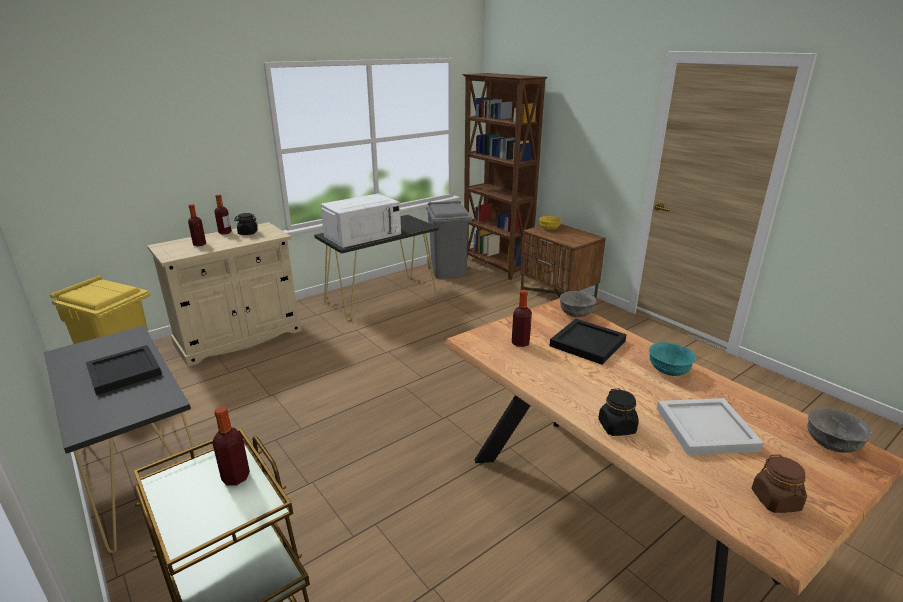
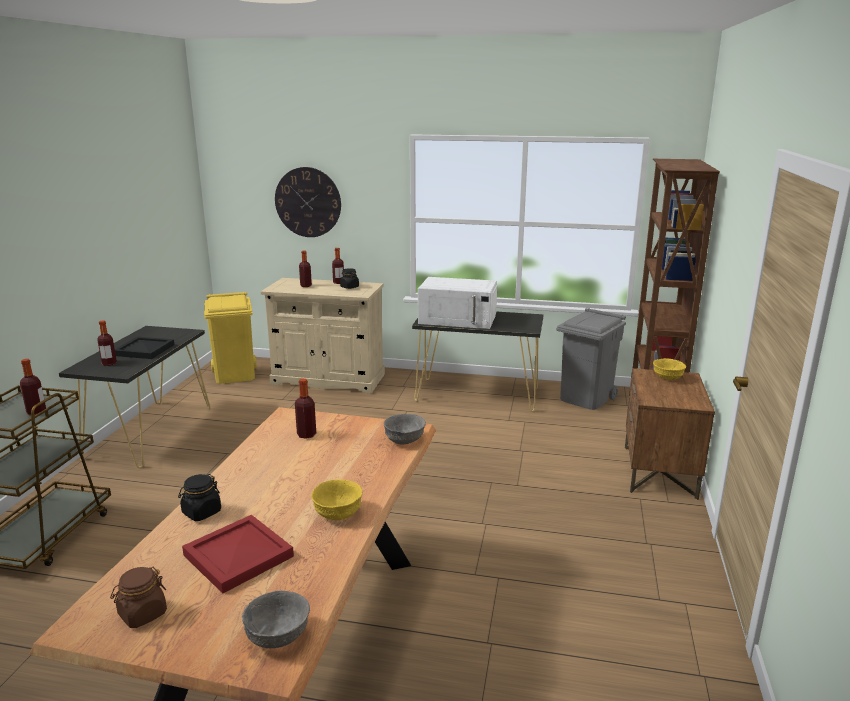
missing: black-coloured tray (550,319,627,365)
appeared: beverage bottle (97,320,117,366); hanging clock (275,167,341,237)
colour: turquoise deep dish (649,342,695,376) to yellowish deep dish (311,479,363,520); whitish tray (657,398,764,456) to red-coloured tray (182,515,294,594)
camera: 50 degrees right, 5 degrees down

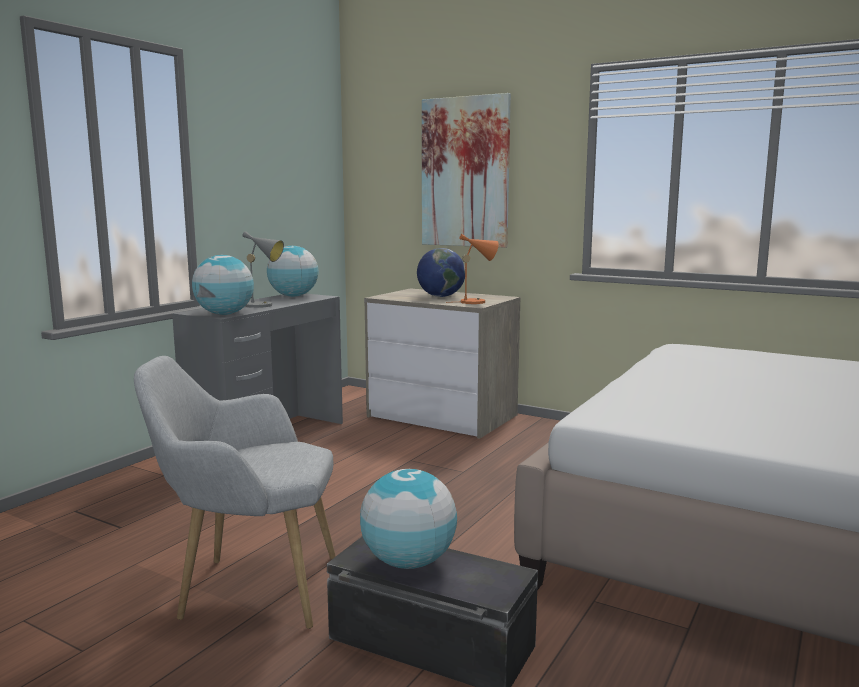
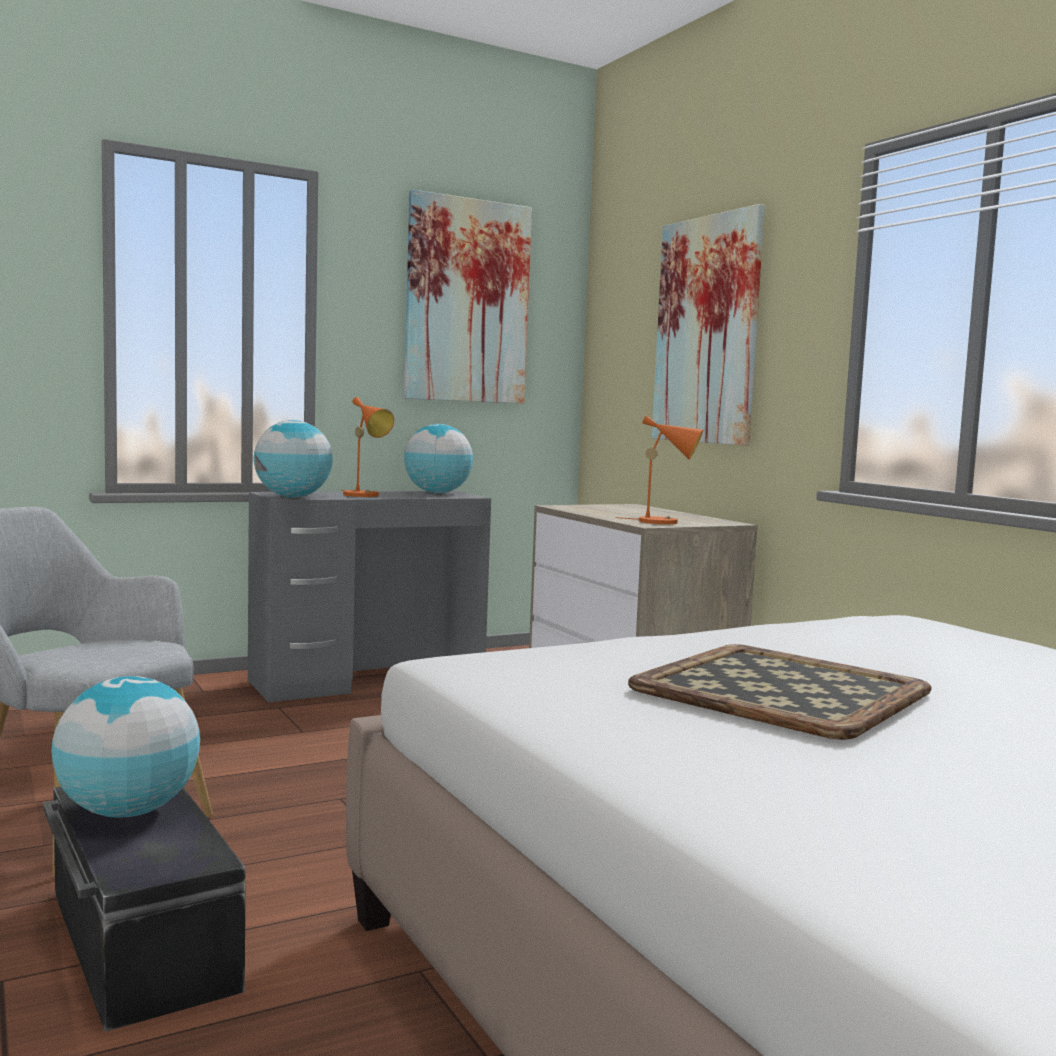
missing: globe (417,248,465,297)
appeared: wall picture (404,189,532,404); tray (628,644,932,740)
colour: greyish lamp for a table (242,231,284,308) to orange-coloured lamp for a table (341,397,394,497)
camera: 30 degrees right, 5 degrees down

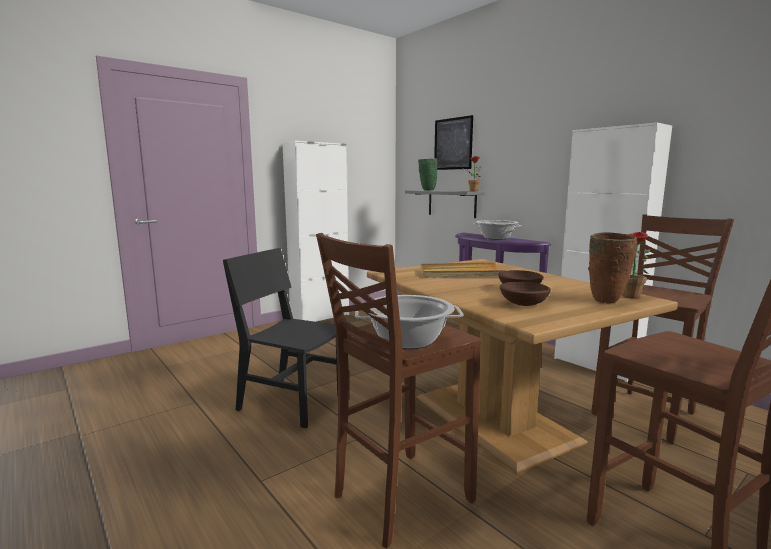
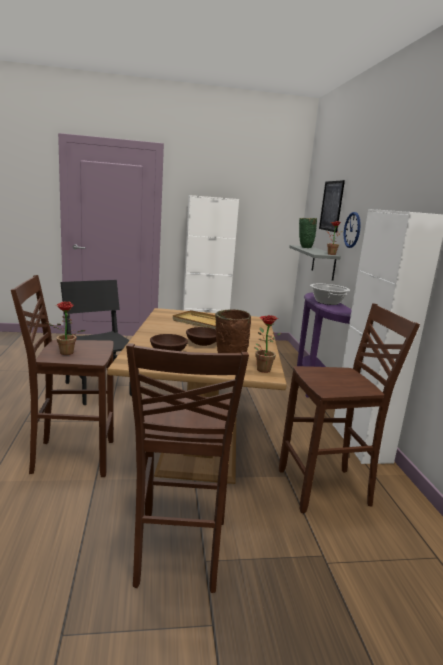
appeared: hanging clock (344,212,361,248)
exchanged: saucepot (355,295,464,349) to plant in a pot (45,301,86,355)
camera: 30 degrees right, 5 degrees up

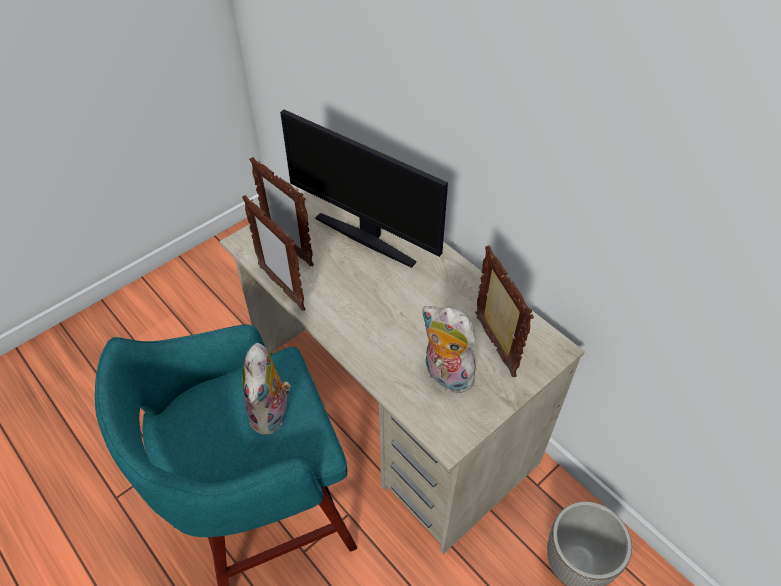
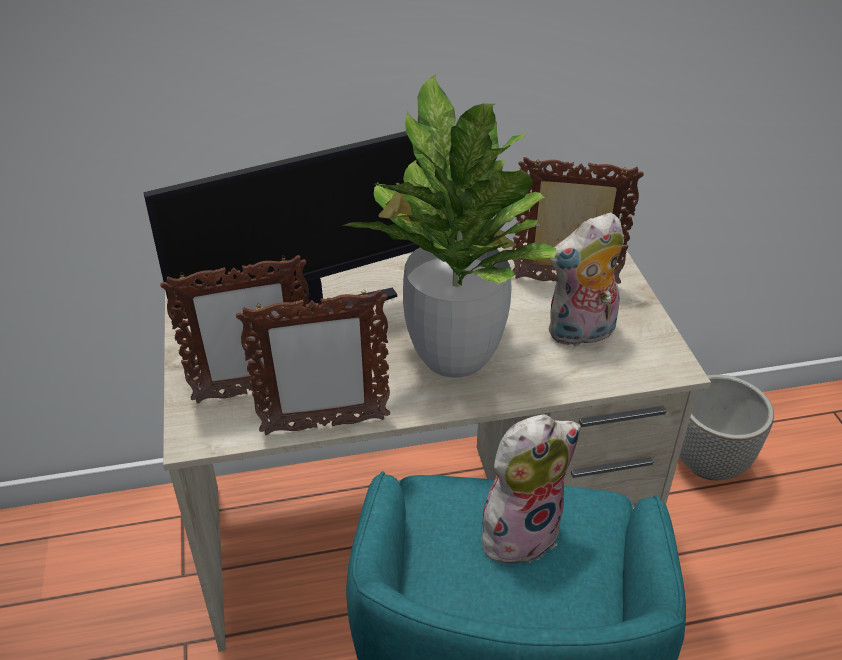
appeared: plant in a pot (342,74,557,377)
spun: soft toy (242,343,291,435) = (481,414,581,567) 60 degrees counterclockwise
camera: 60 degrees left, 10 degrees down

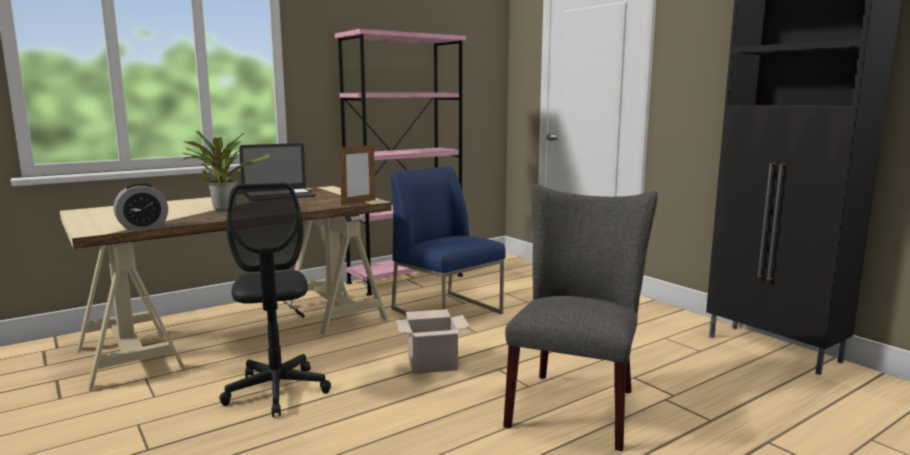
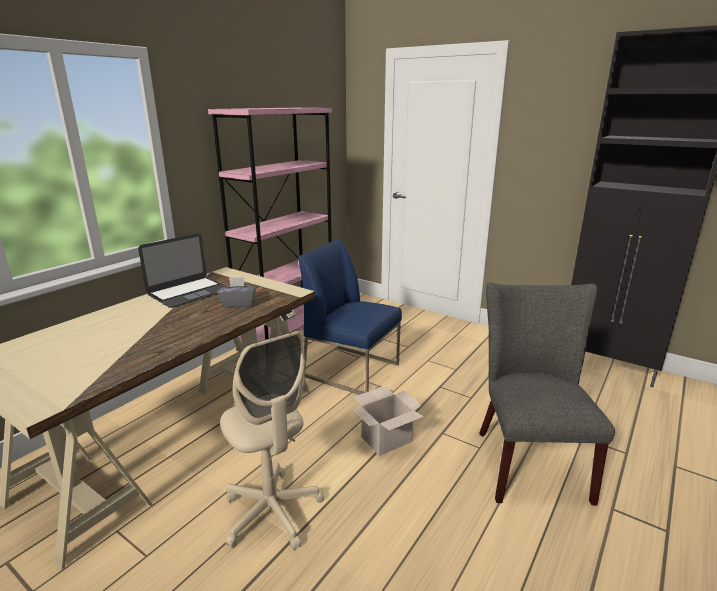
missing: alarm clock (113,183,168,230); plant in a pot (182,131,271,211); picture frame (339,143,375,205)
appeared: greyish box of tissues (217,277,256,308)
colour: black-coloured desk chair (219,183,331,417) to beige desk chair (220,331,324,550)
camera: 20 degrees left, 10 degrees up

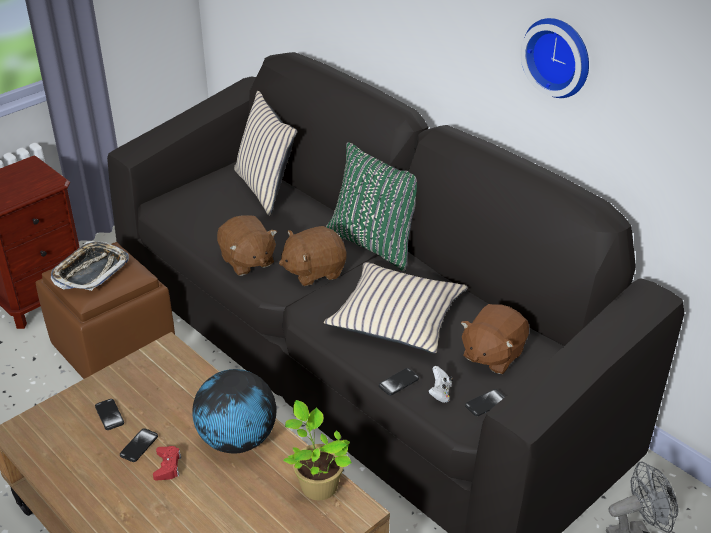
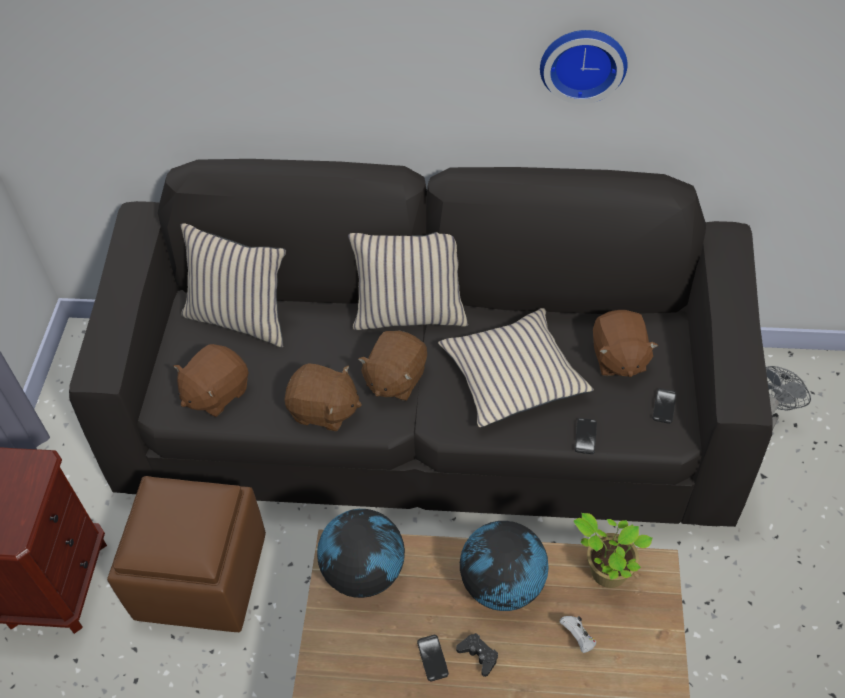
missing: tray (51,241,129,291); handset (95,399,124,430)
appeared: brown-coloured soft toy (174,344,248,417); globe (317,509,405,598)
relocated: whitish game controller (428,366,453,403) to (559,616,596,653)
colour: red-coloured game controller (153,446,181,481) to black-coloured game controller (456,633,498,677); green-coloured pillow (326,142,417,272) to beige pillow (348,232,468,330)
camera: 40 degrees left, 15 degrees up

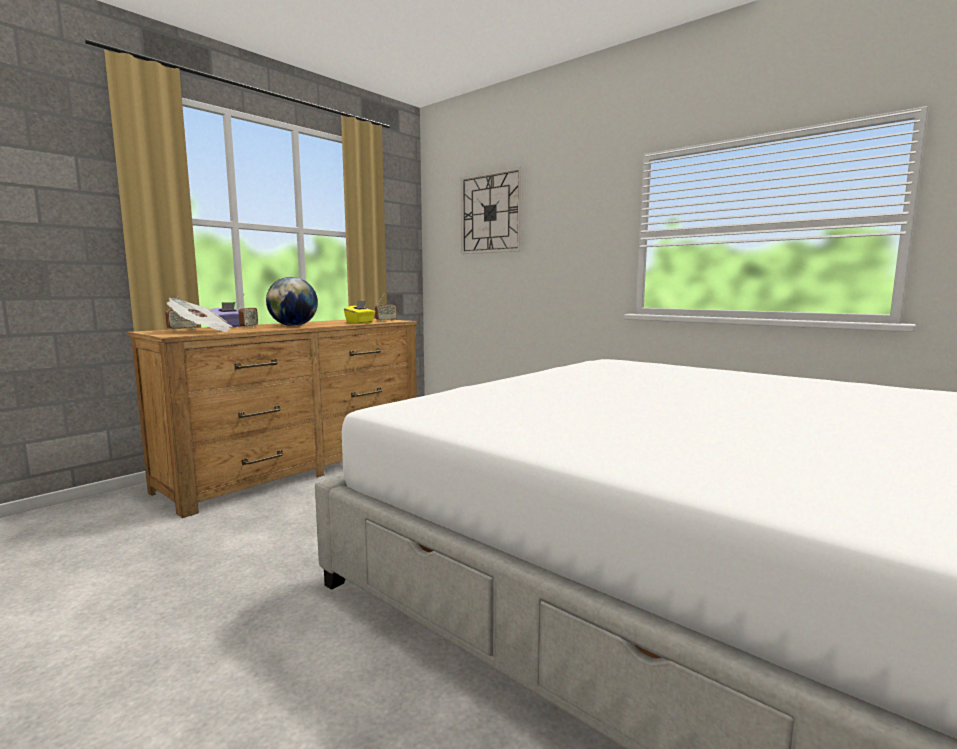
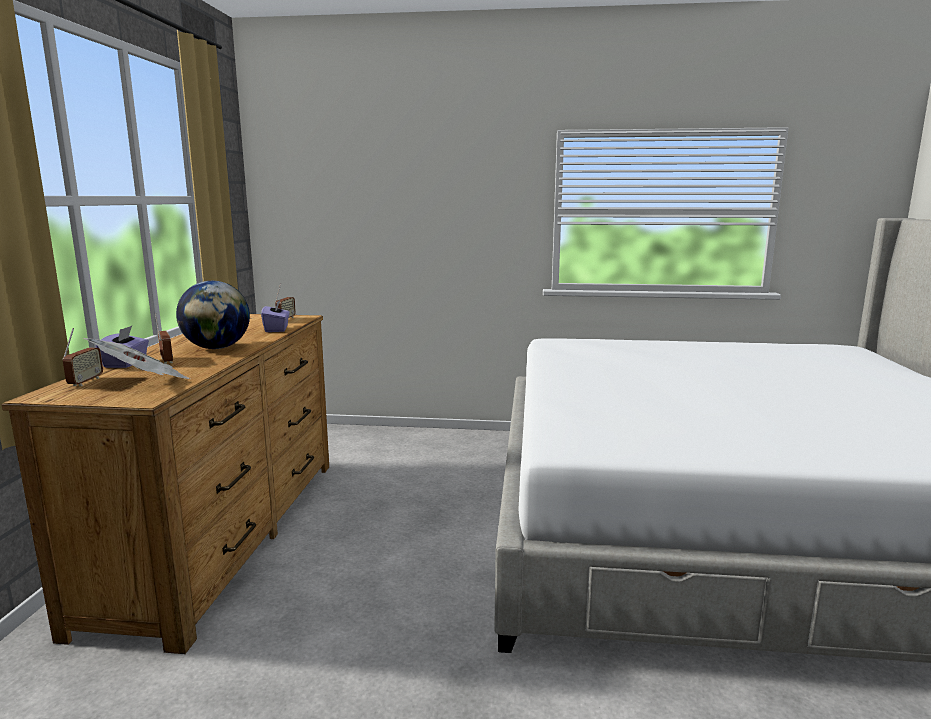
missing: hanging clock (461,167,523,254)
colour: yellowish box of tissues (344,301,375,324) to purple-coloured box of tissues (261,299,290,332)
camera: 35 degrees left, 5 degrees up

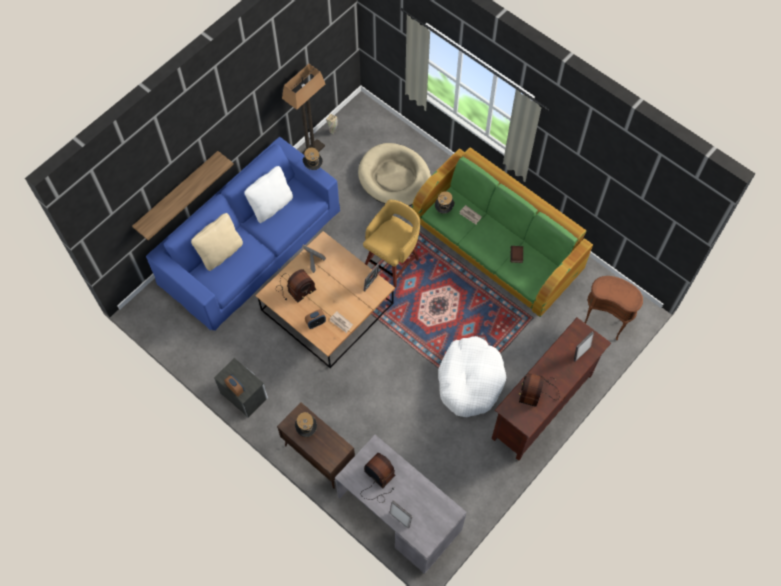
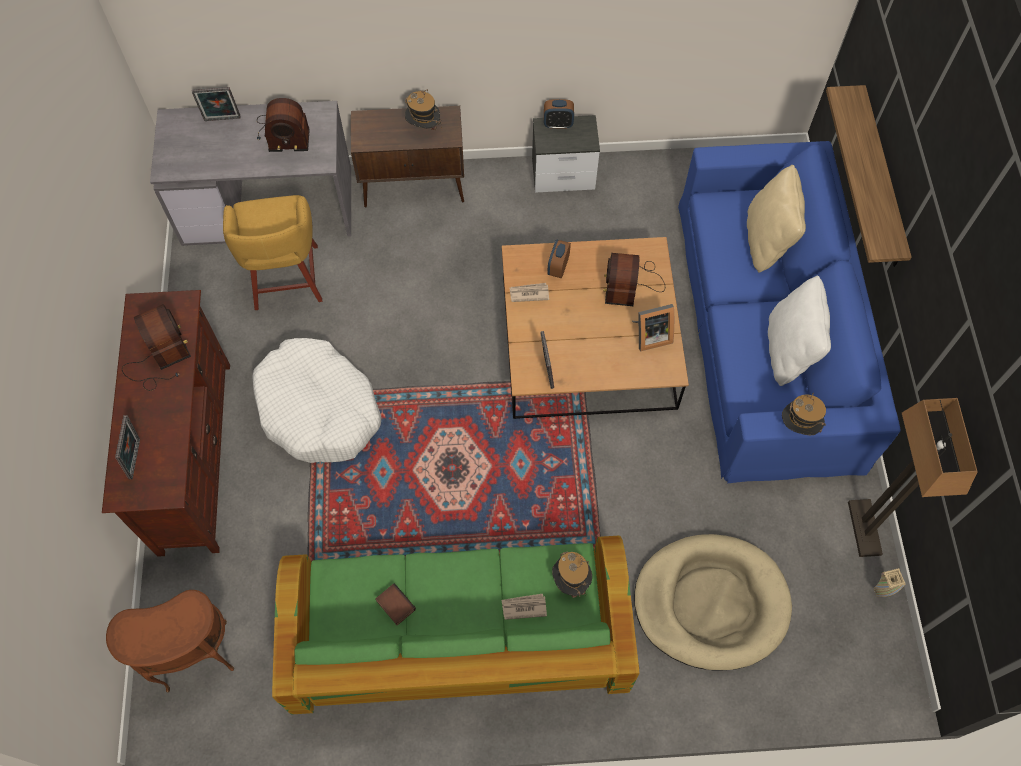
relocated: yellowish sitting stool (363,200,420,288) to (223,195,322,310)
camera: 135 degrees right, 0 degrees up

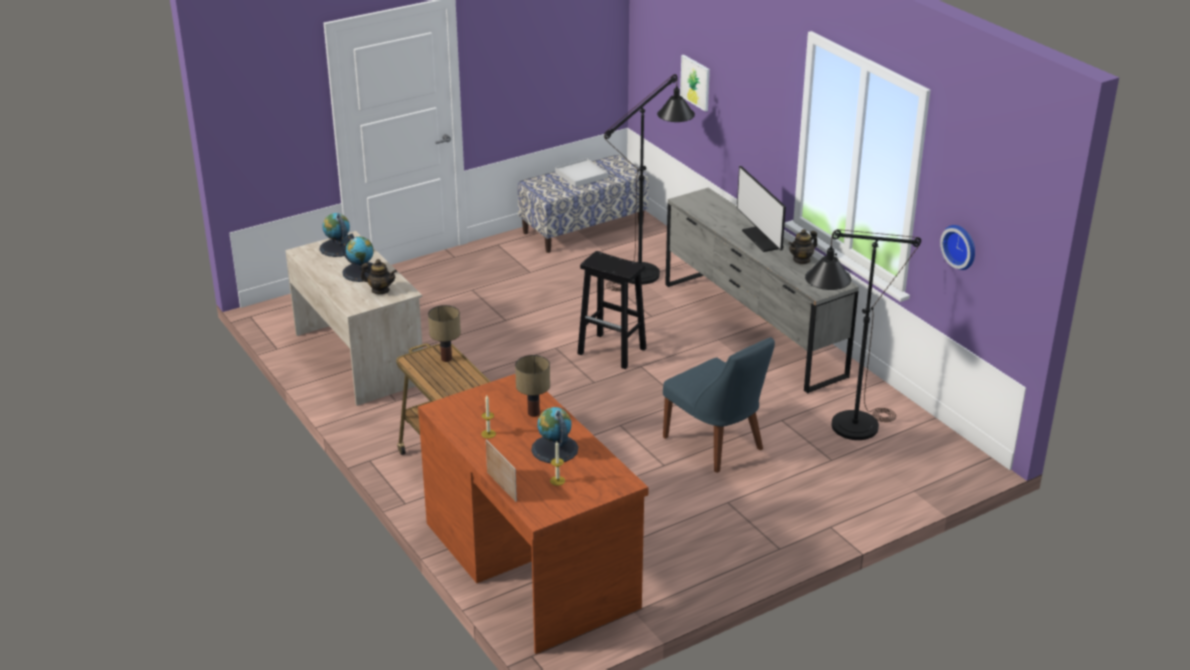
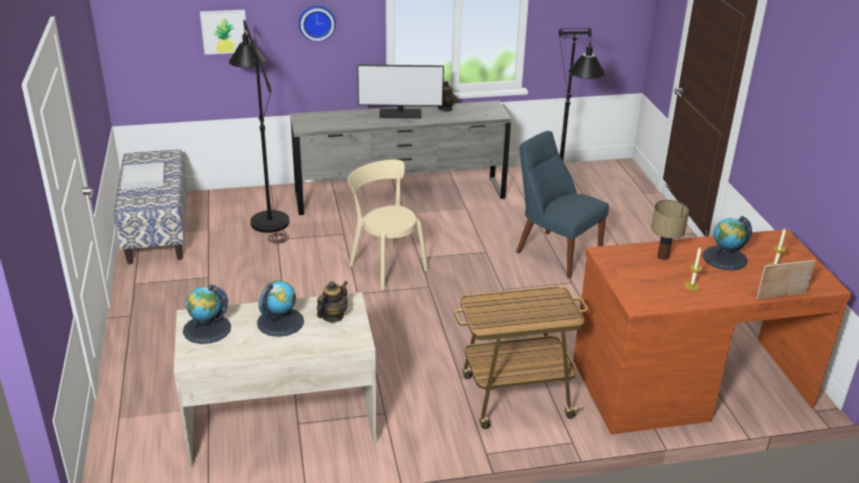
missing: lamp for a table (428,305,461,362)
relocated: hanging clock (940,225,975,270) to (299,6,336,42)
exchanged: black-coloured sitting stool (577,251,646,369) to beige upright chair (348,160,428,290)
spun: bluish upright chair (663,337,775,473) = (516,131,609,279) 120 degrees counterclockwise
camera: 70 degrees left, 0 degrees up

